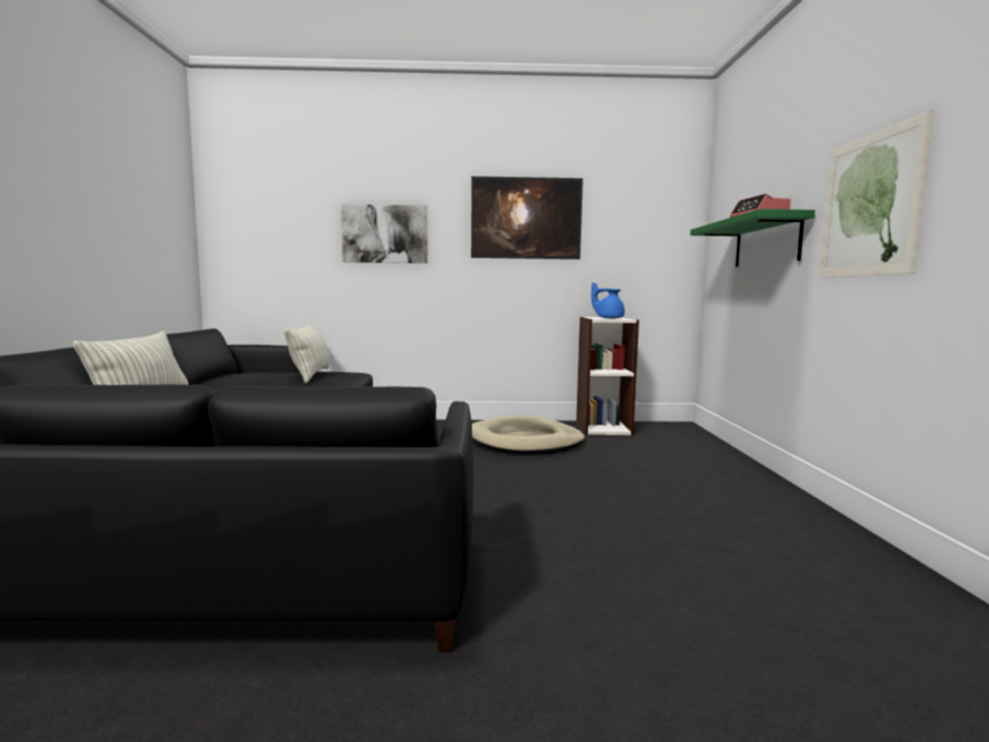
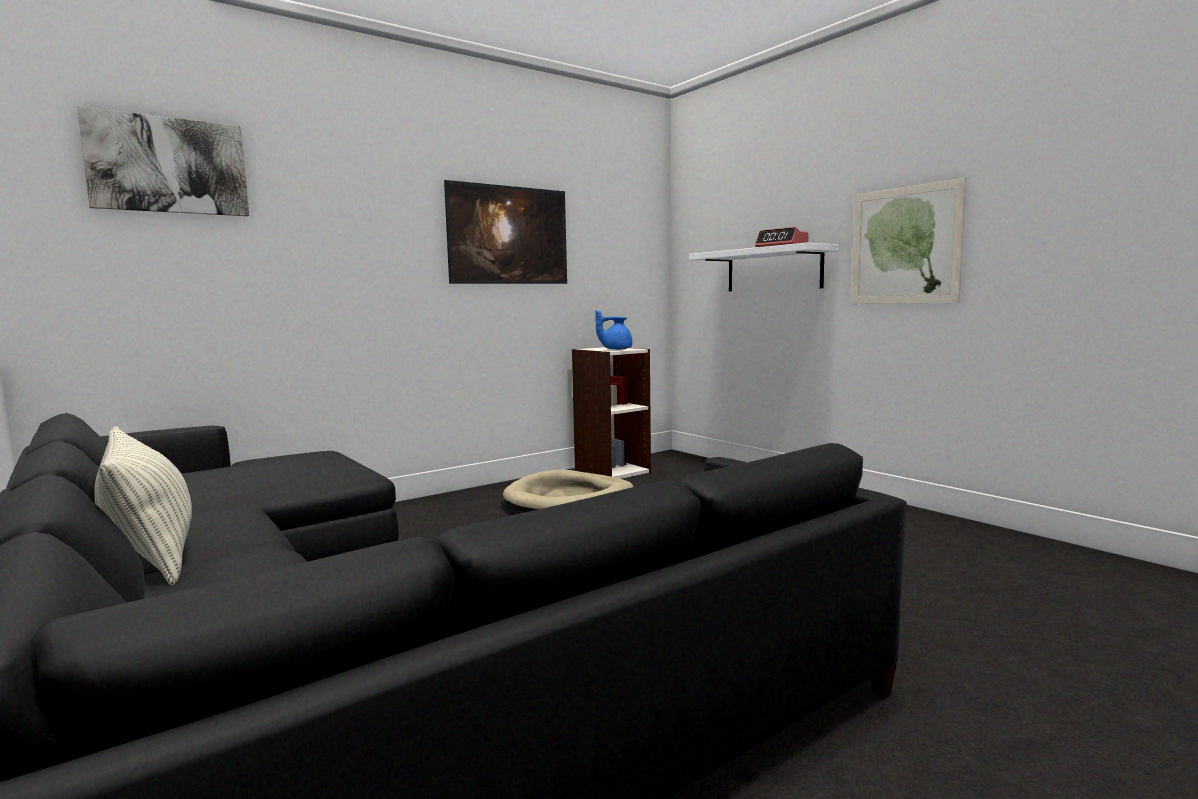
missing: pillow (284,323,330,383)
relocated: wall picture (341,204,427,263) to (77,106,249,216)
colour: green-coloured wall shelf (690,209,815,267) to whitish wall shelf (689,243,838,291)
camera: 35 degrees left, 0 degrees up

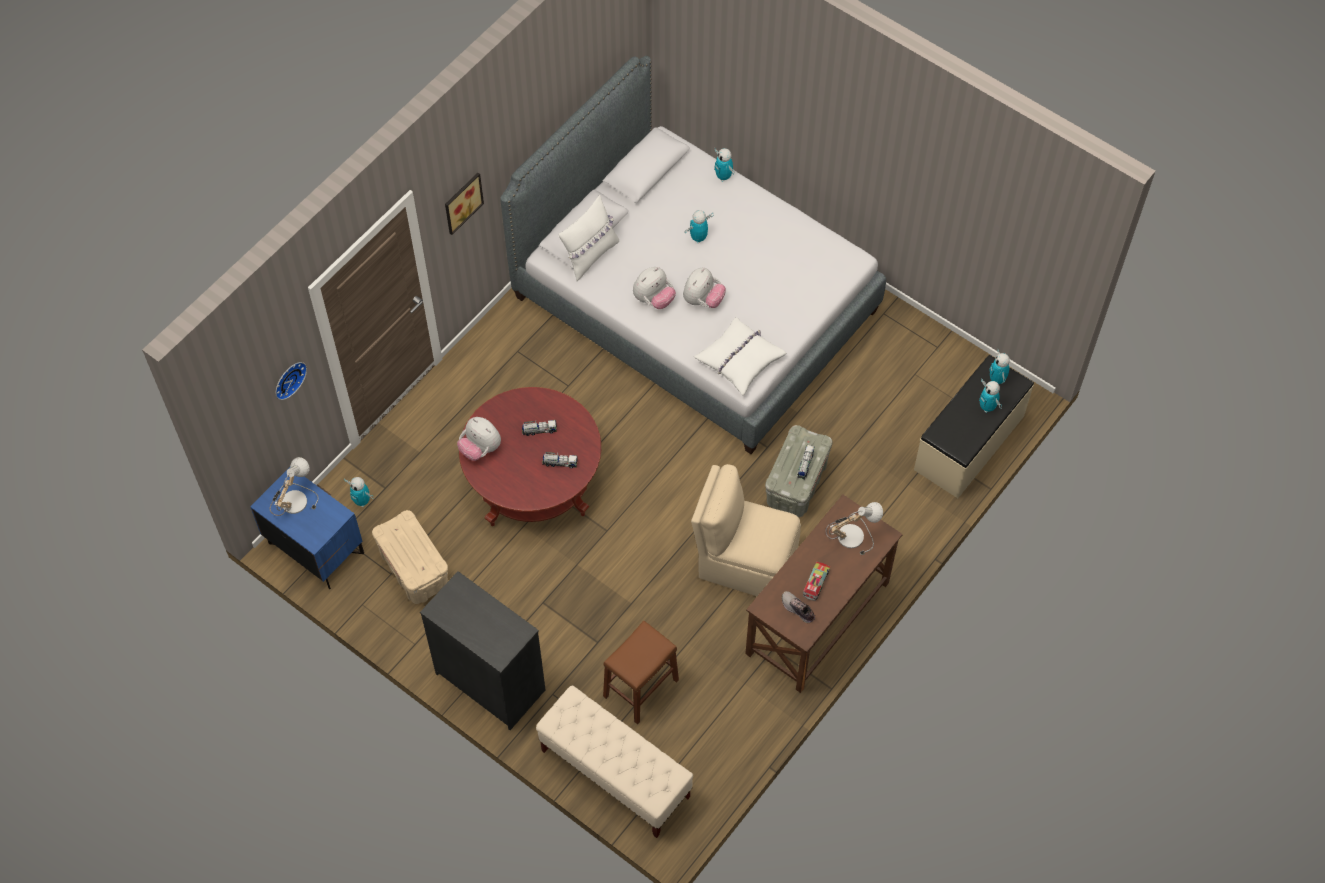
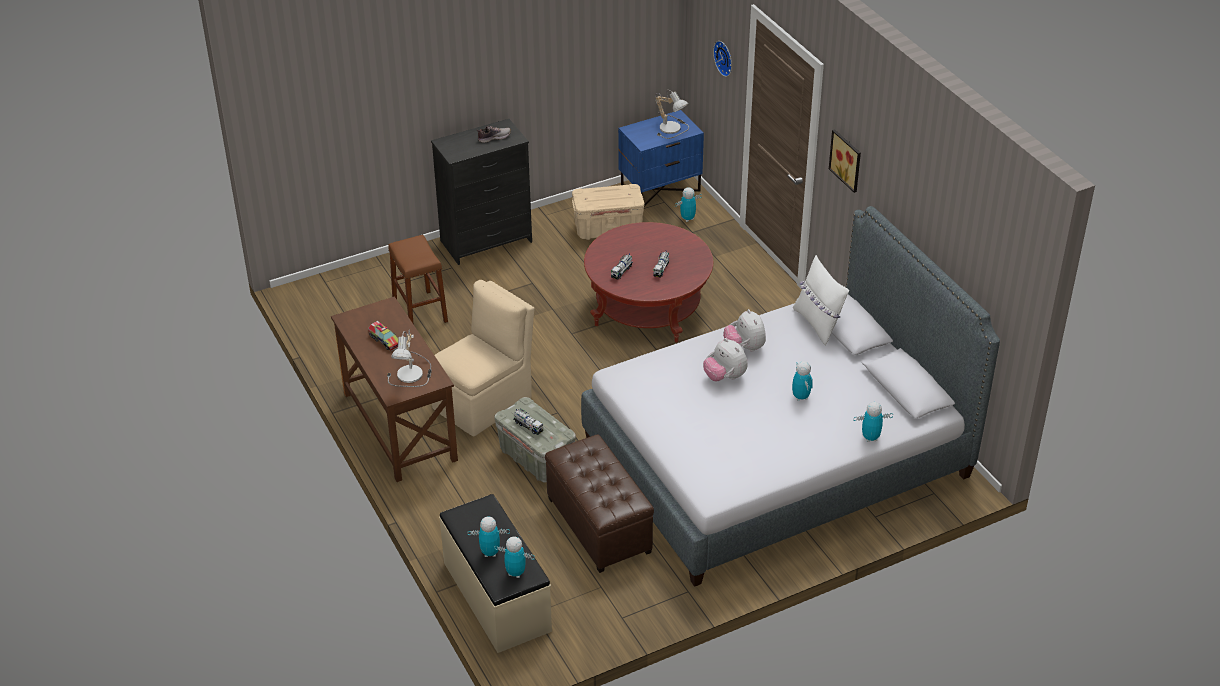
missing: soft toy (457,417,501,461); beige bench (536,686,693,838); whitish pillow (694,317,787,395)
appeared: brown-coloured pouffe (545,434,654,573)
relocated: shoe (781,591,815,623) to (477,126,511,143)
camera: 115 degrees right, 20 degrees down

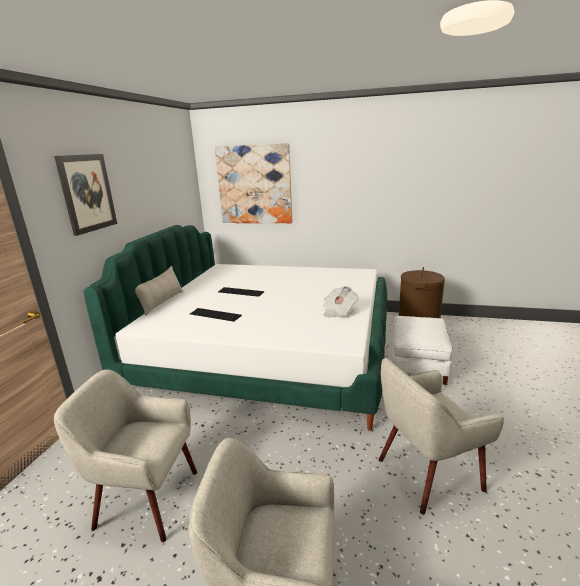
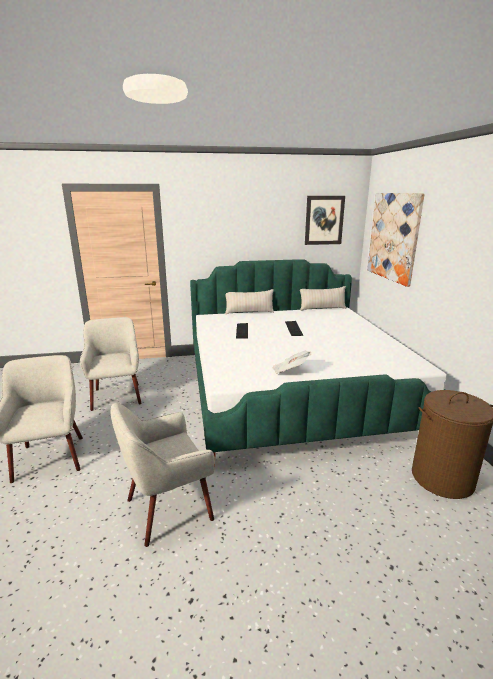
missing: whitish pouffe (392,316,452,385)
appeared: beige pillow (300,286,346,311)
relocated: wall picture (54,154,117,236) to (305,196,345,245)
spun: beige armchair (379,358,504,515) = (110,403,215,547) 75 degrees counterclockwise
camera: 65 degrees right, 0 degrees up

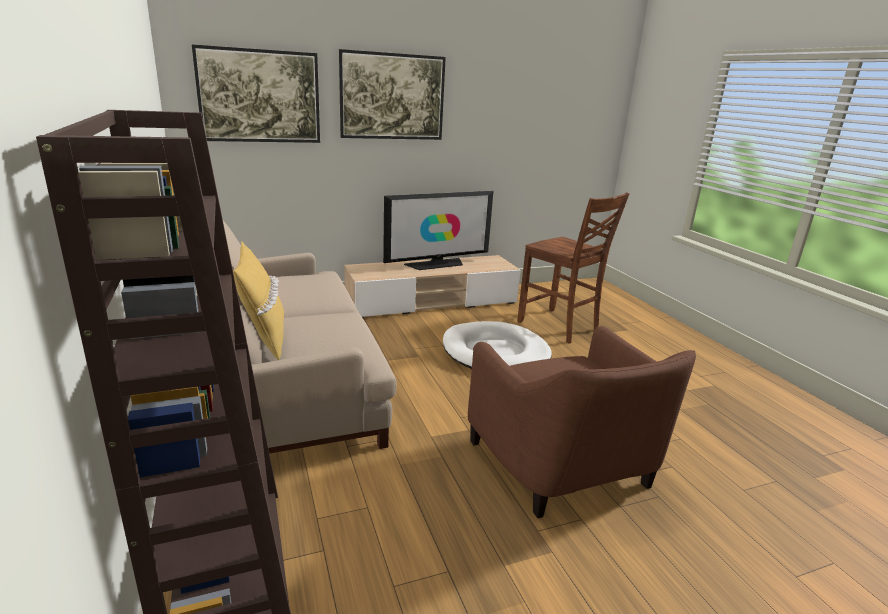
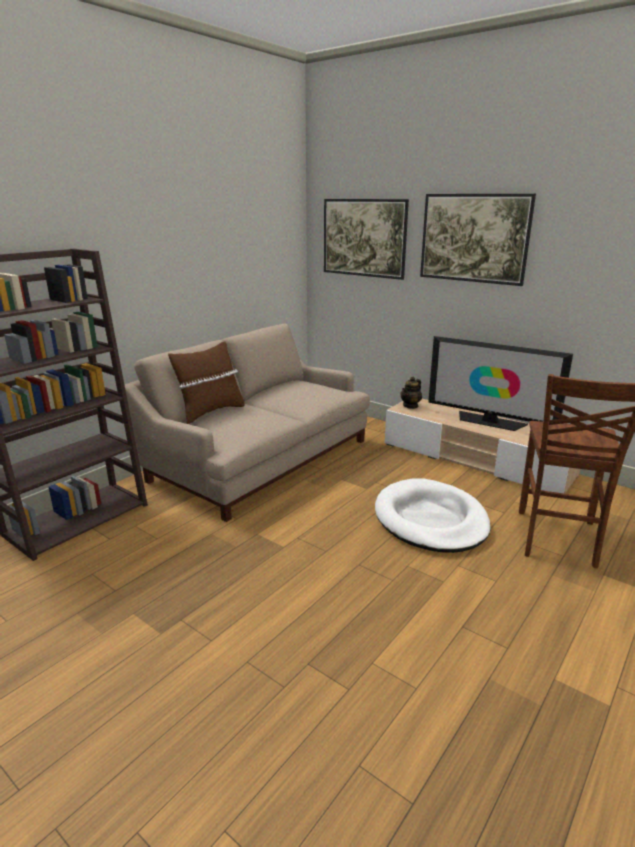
missing: brown-coloured armchair (468,326,696,518)
appeared: tea pot (401,377,422,409)
colour: yellowish pillow (233,241,284,360) to brown-coloured pillow (168,341,244,424)
camera: 60 degrees right, 0 degrees up

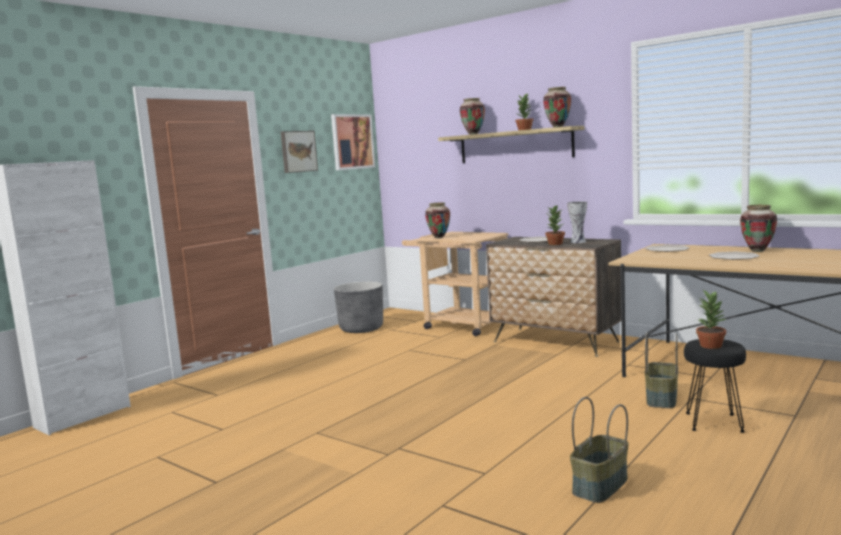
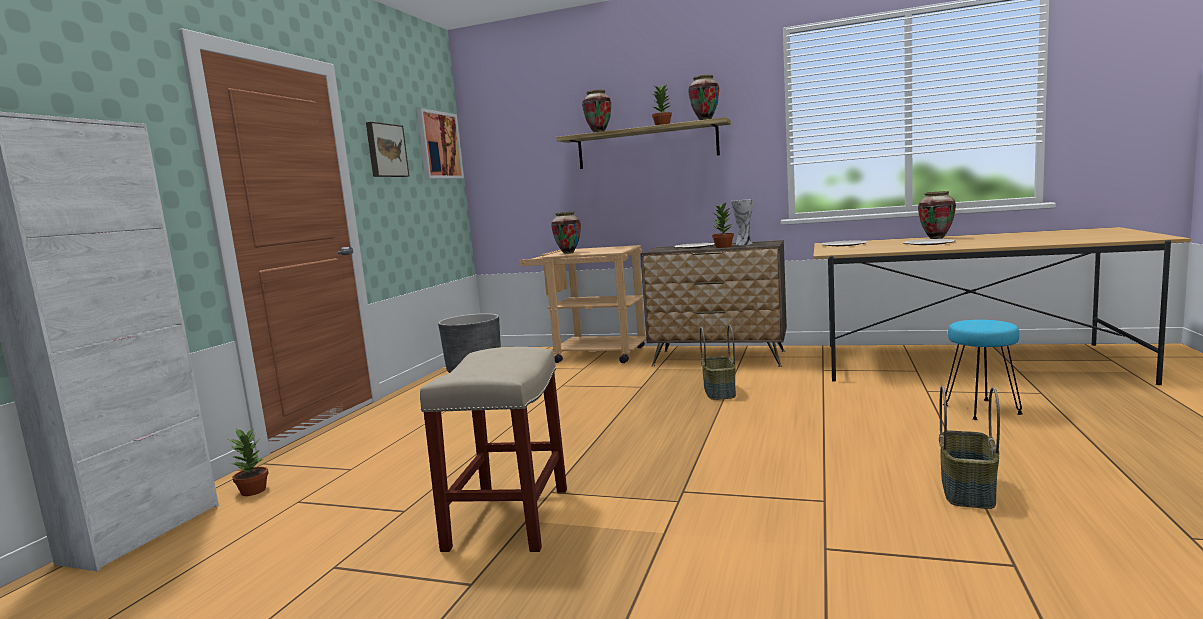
appeared: beige sitting stool (420,347,567,552)
relocated: storage basket (645,333,678,408) to (700,325,736,400); plant in a pot (696,290,726,349) to (228,428,268,496)
colour: black-coloured sitting stool (684,339,746,433) to turquoise sitting stool (943,320,1023,420)
camera: 20 degrees left, 0 degrees up

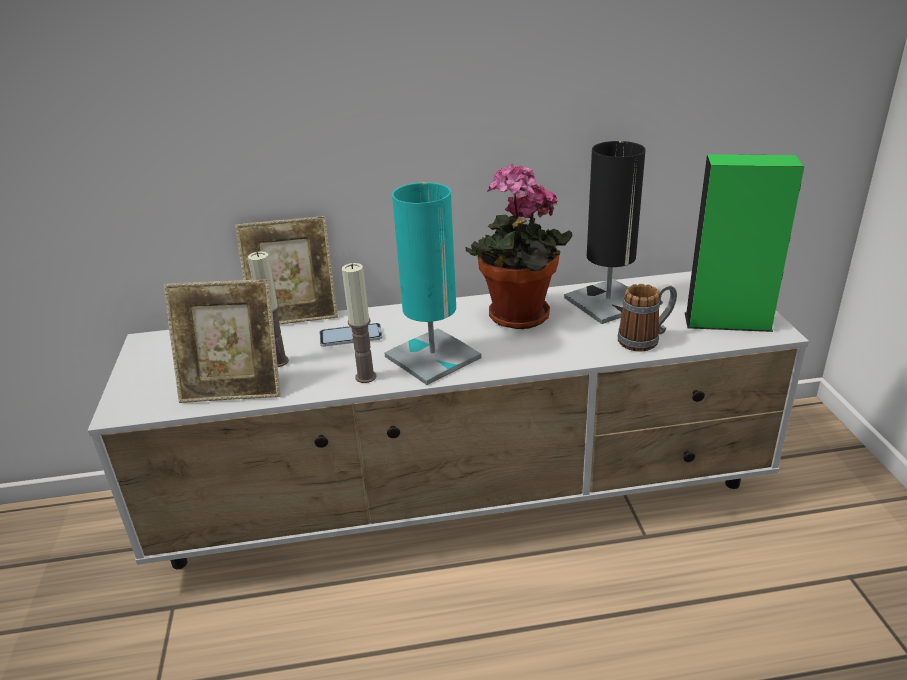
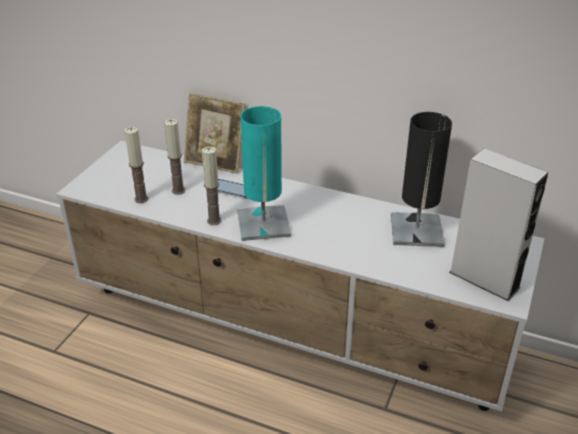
missing: plant in a pot (465,164,573,330); tea mug (617,284,677,351)
exchanged: picture frame (163,279,281,403) to wax light (124,127,149,203)
colour: green-coloured loudspeaker (684,154,804,332) to greyish loudspeaker (449,148,548,301)
camera: 30 degrees right, 5 degrees up

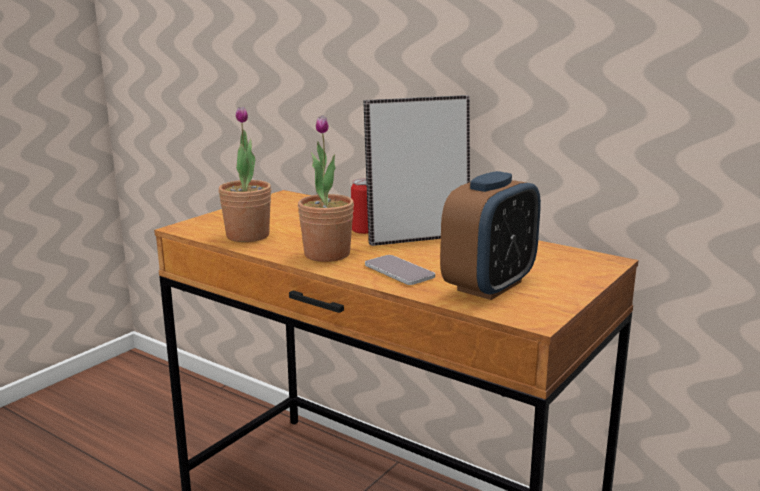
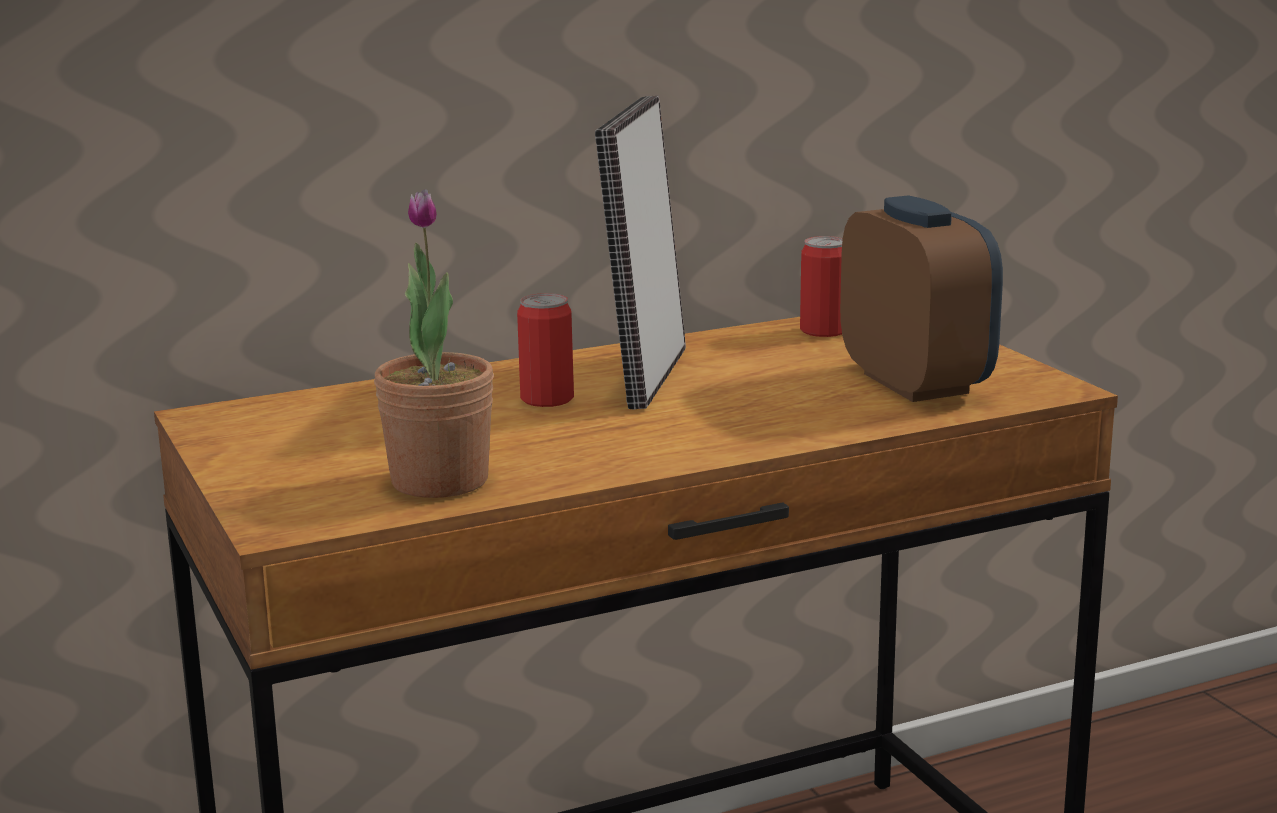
missing: plant in a pot (298,115,354,262); handset (365,255,435,285)
appeared: metal can (800,236,843,337)
camera: 60 degrees left, 0 degrees up

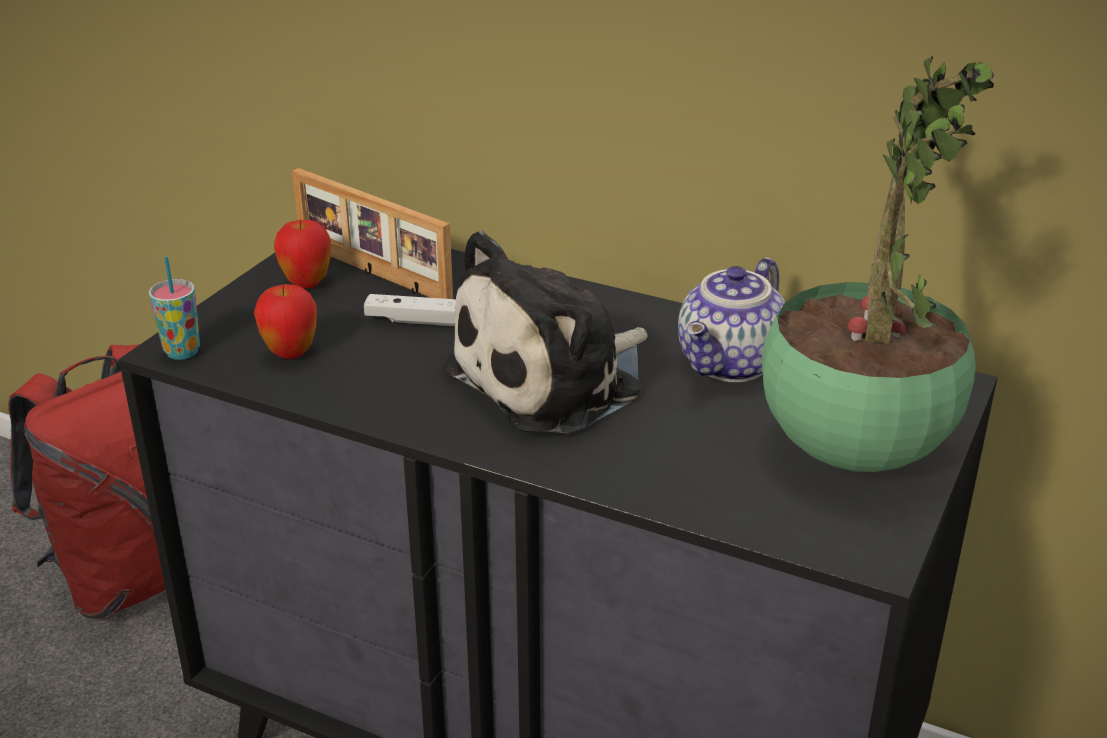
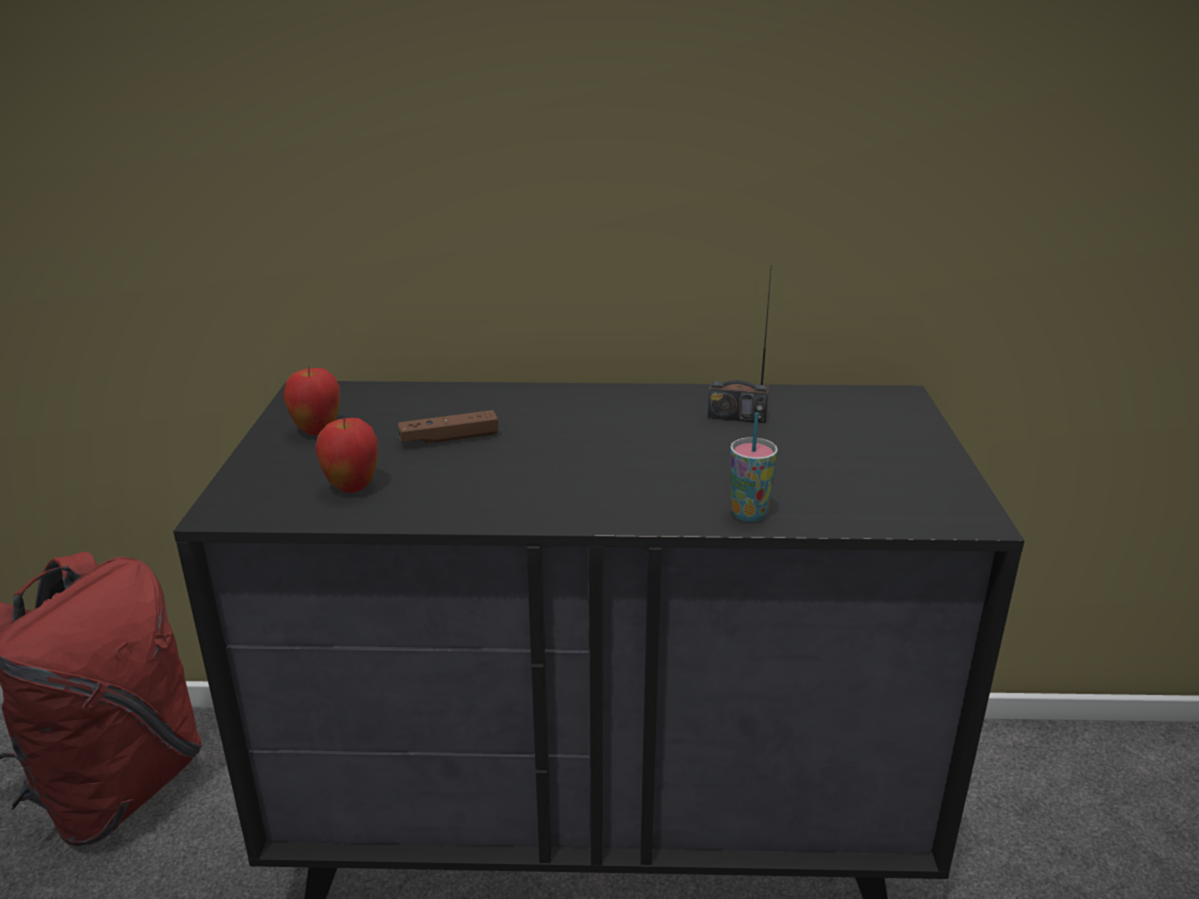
missing: picture frame (292,168,453,299); soft toy (442,230,648,434); plant in a pot (762,56,994,472)
relocated: drinking cup (149,257,200,360) to (730,413,778,522)
exchanged: tea pot (678,257,785,382) to radio receiver (708,271,771,423)
colour: whitish game controller (364,294,456,326) to brown-coloured game controller (398,410,498,444)
camera: 25 degrees left, 5 degrees down

